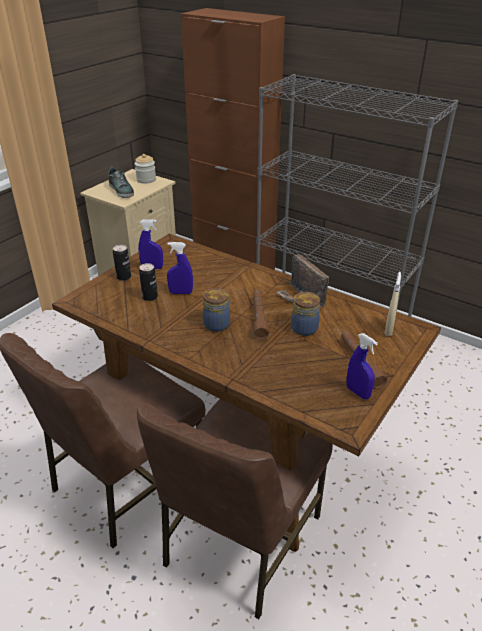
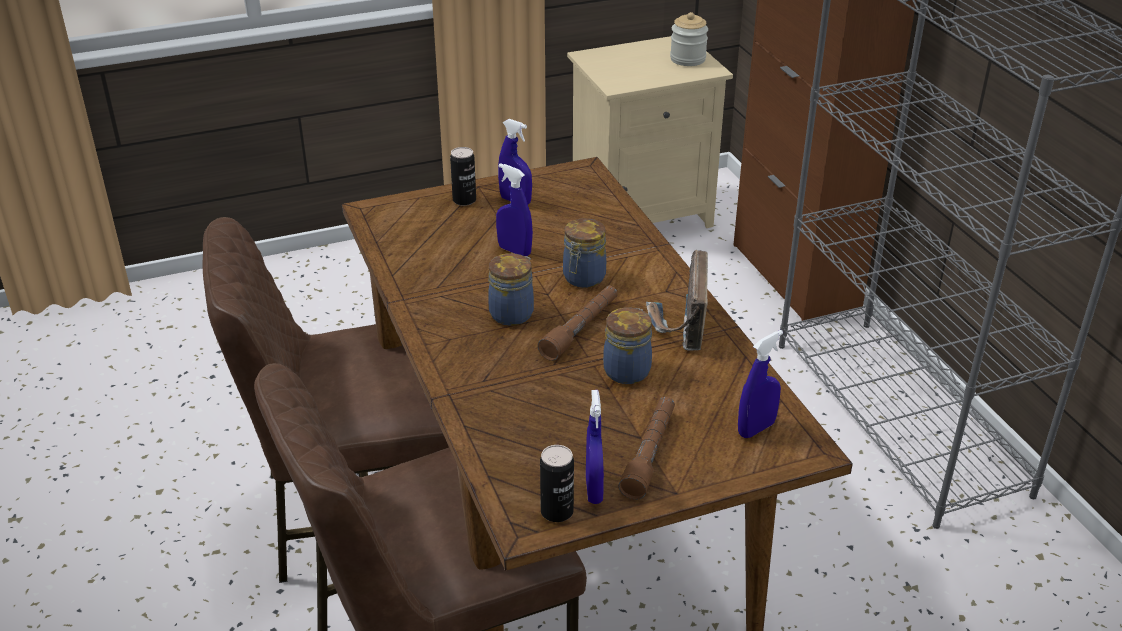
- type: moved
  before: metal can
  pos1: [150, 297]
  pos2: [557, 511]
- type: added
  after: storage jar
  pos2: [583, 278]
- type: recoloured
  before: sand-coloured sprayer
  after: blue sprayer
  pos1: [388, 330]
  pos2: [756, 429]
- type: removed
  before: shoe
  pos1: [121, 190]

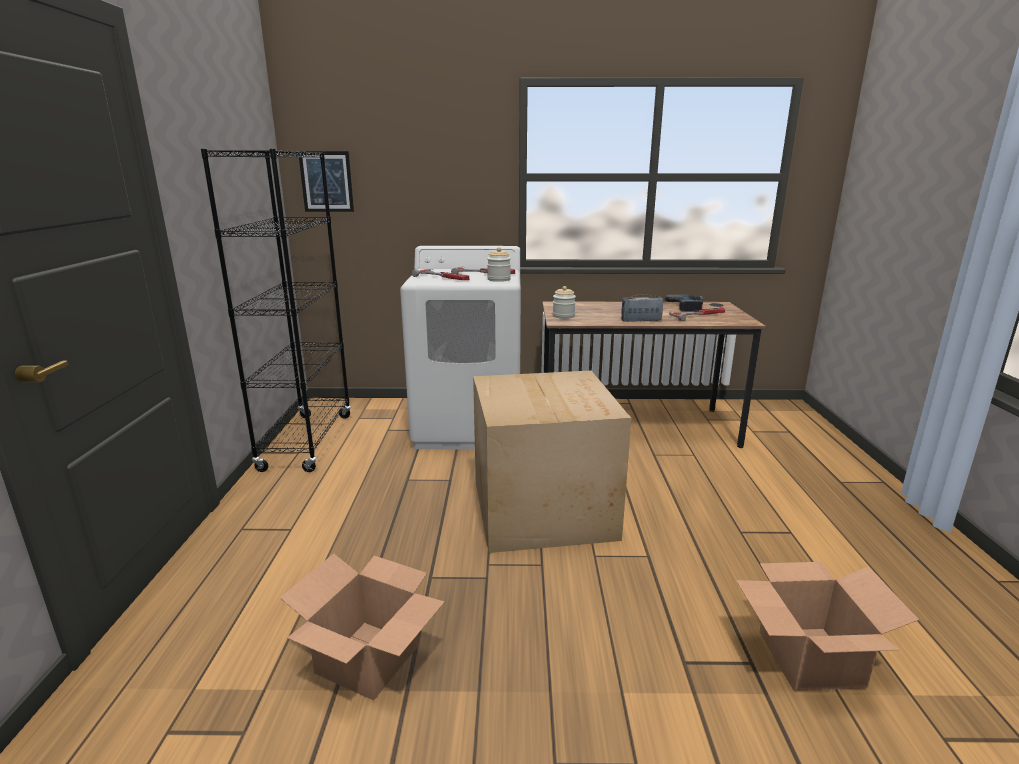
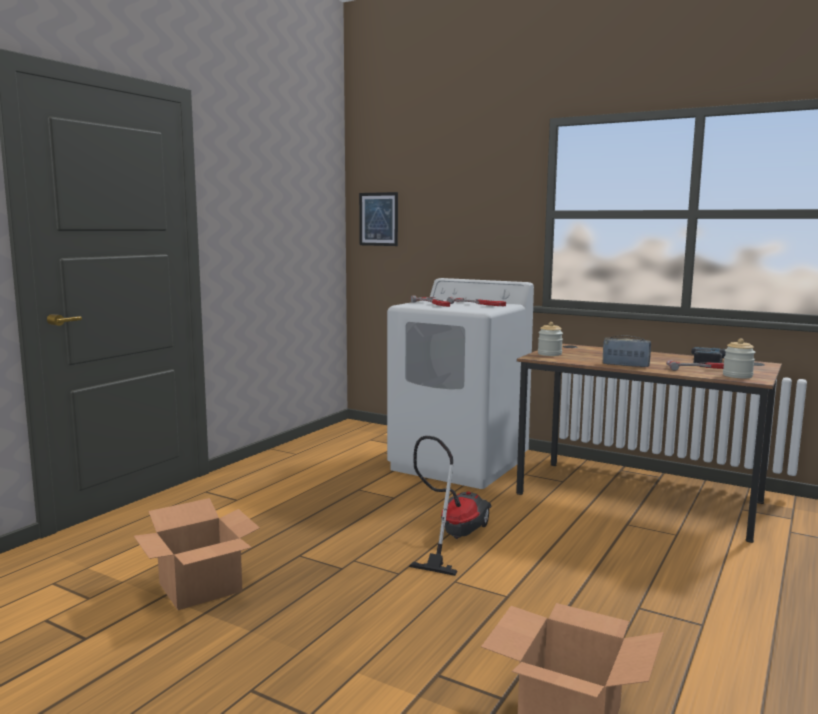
- type: replaced
  before: carton
  after: hoover
  pos1: [544, 508]
  pos2: [452, 537]
- type: moved
  before: storage jar
  pos1: [499, 279]
  pos2: [737, 376]
- type: removed
  before: black-coloured bookshelf
  pos1: [307, 442]

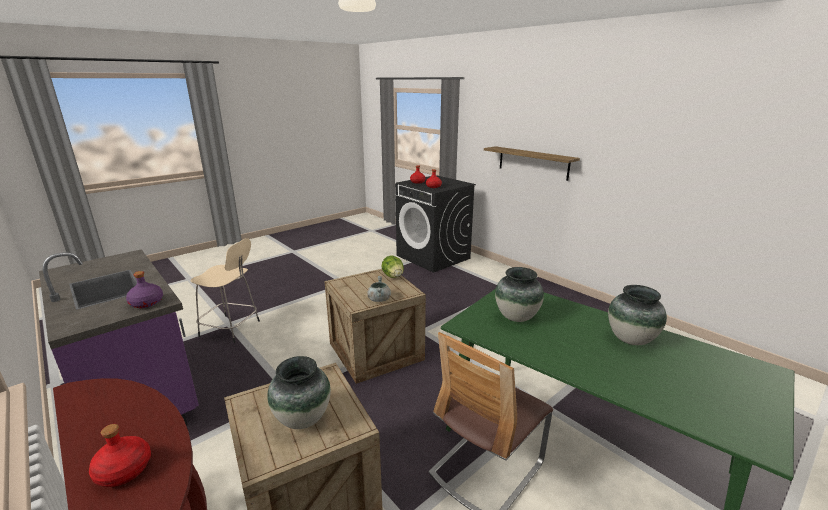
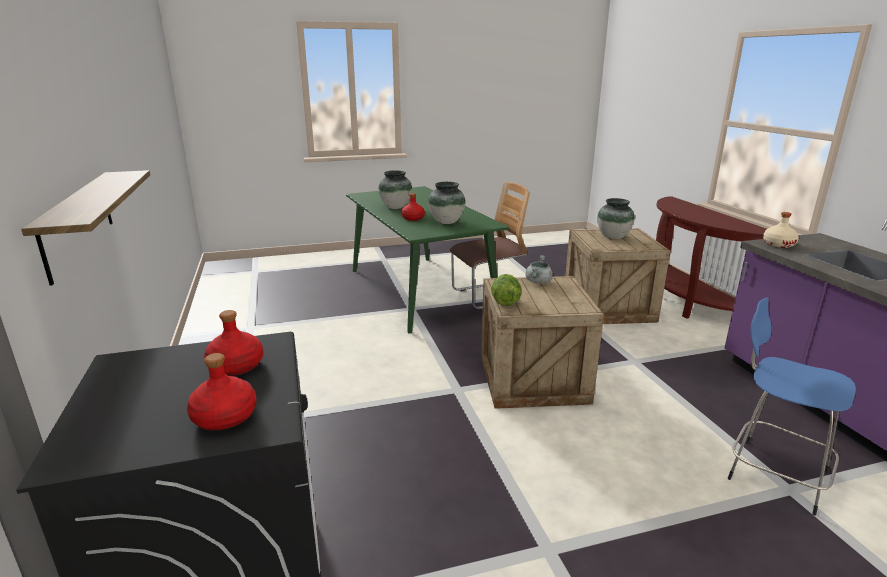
- type: moved
  before: red drink bottle
  pos1: [125, 470]
  pos2: [413, 218]
- type: recoloured
  before: sand-coloured stool
  after: blue stool
  pos1: [231, 329]
  pos2: [773, 473]
- type: recoloured
  before: purple drink bottle
  after: sand-coloured drink bottle
  pos1: [146, 303]
  pos2: [778, 244]

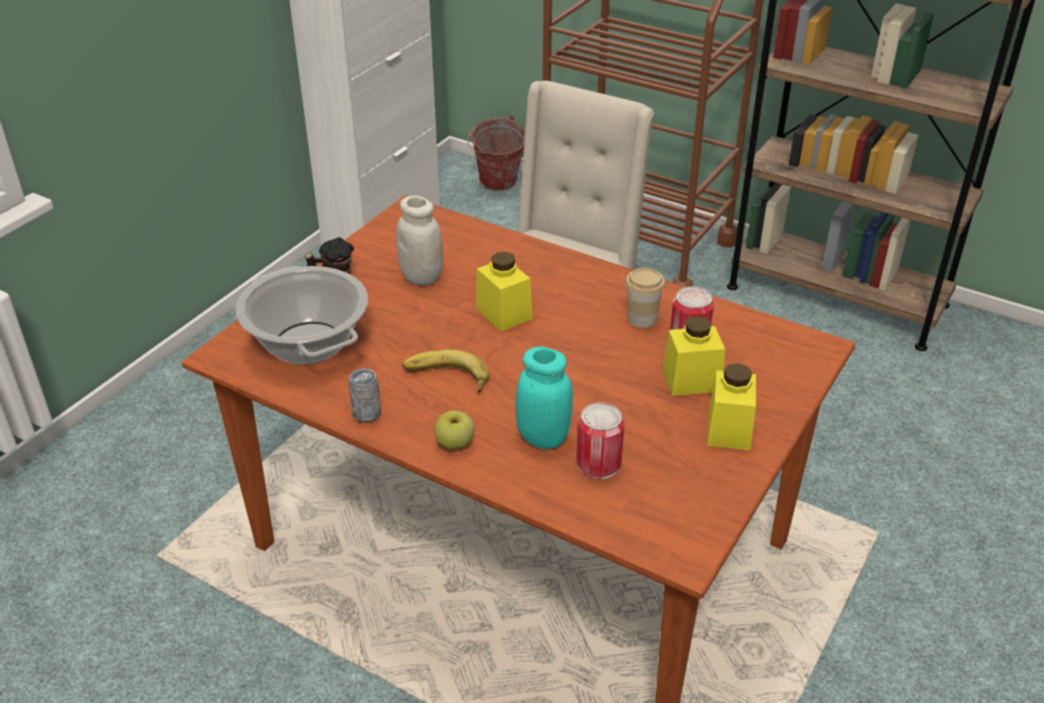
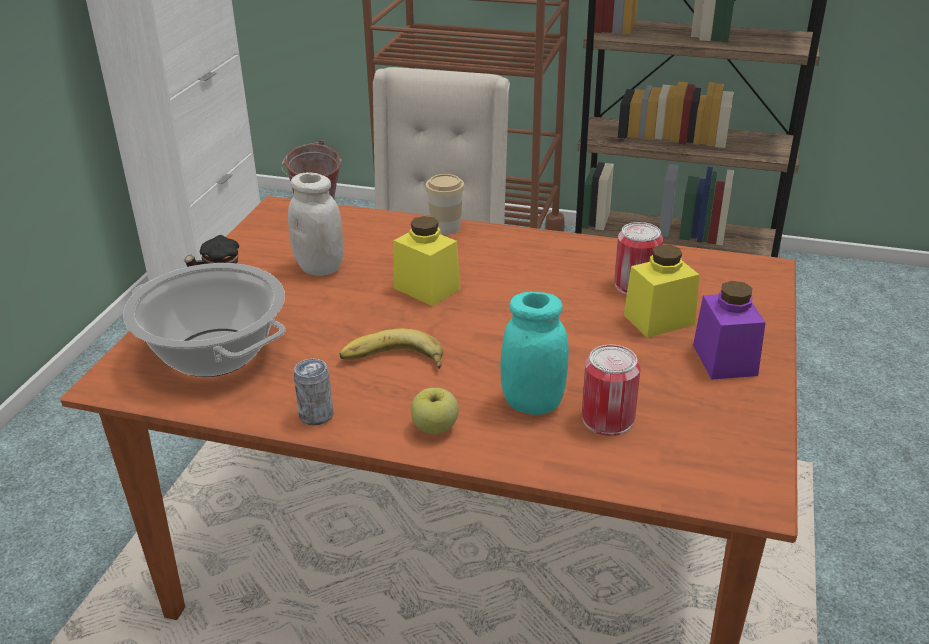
- type: moved
  before: small cup
  pos1: [642, 319]
  pos2: [445, 227]
- type: recoloured
  before: yellow storage jar
  after: purple storage jar
  pos1: [729, 430]
  pos2: [724, 360]

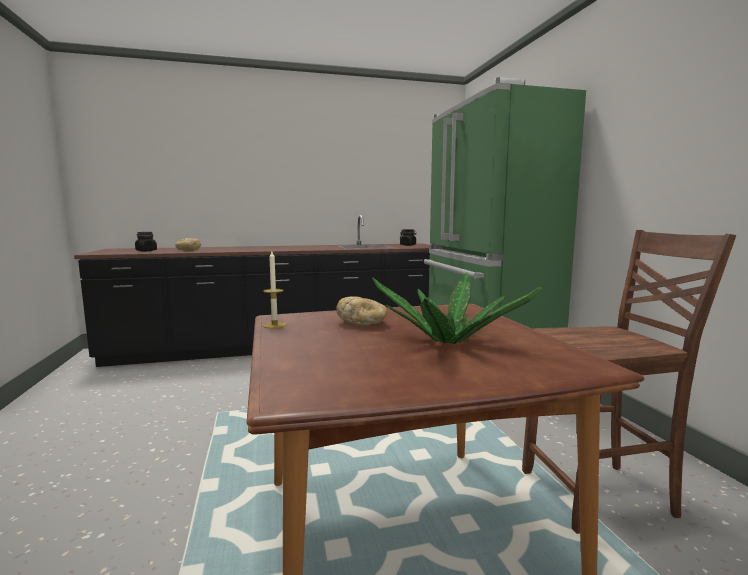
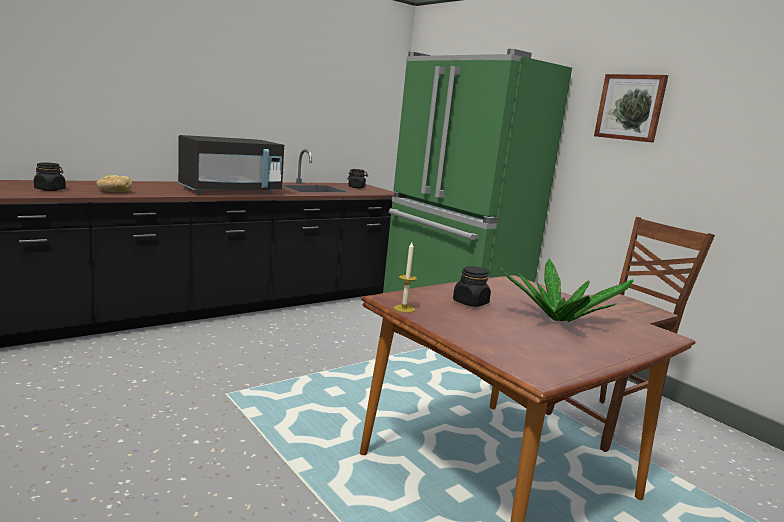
- type: added
  after: black-coloured microwave
  pos2: [231, 191]
- type: replaced
  before: bakery bread
  after: black-coloured storage jar
  pos1: [362, 323]
  pos2: [470, 303]
- type: added
  after: wall art
  pos2: [630, 107]

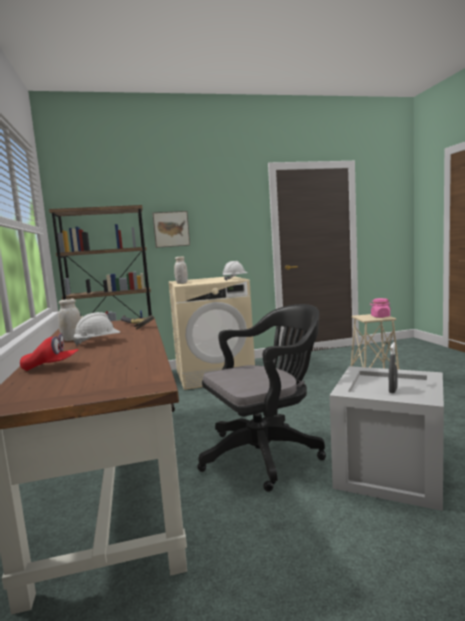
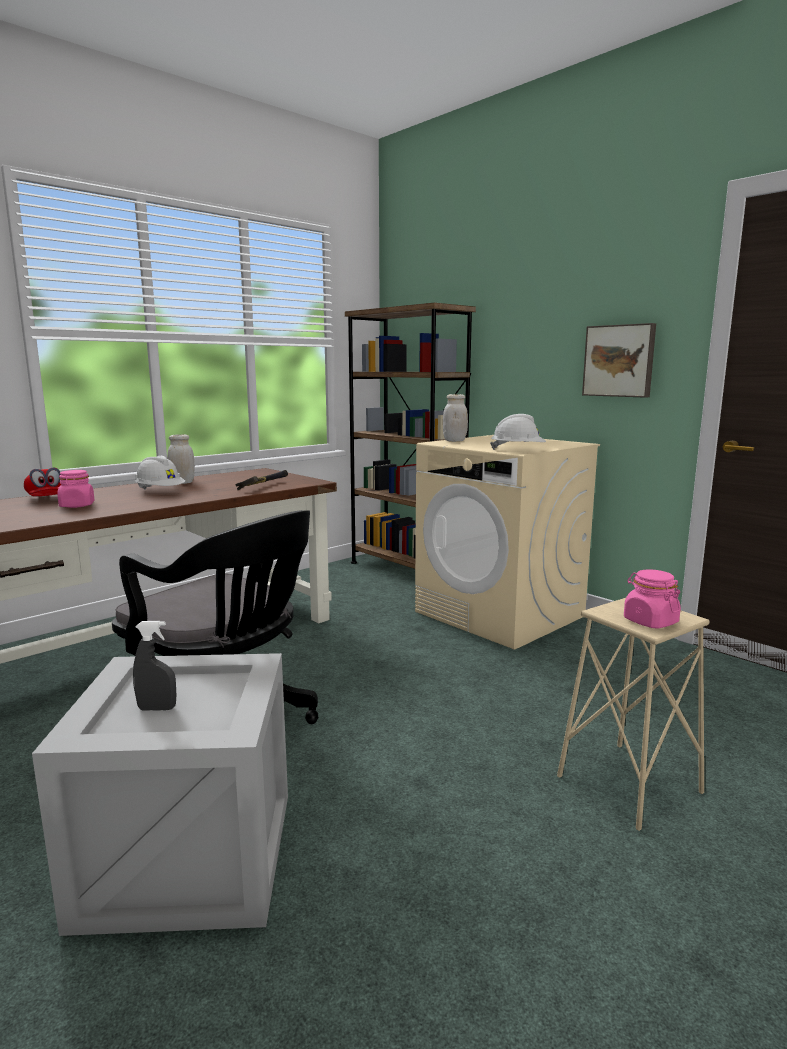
- type: added
  after: pinkish storage jar
  pos2: [77, 505]
- type: moved
  before: wall art
  pos1: [171, 229]
  pos2: [619, 361]

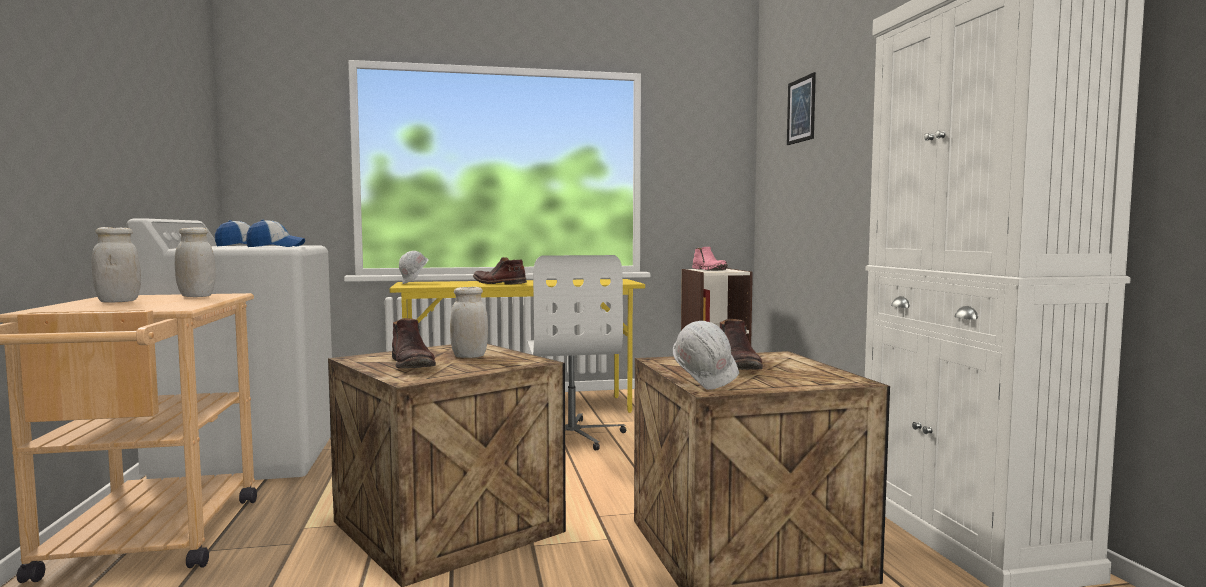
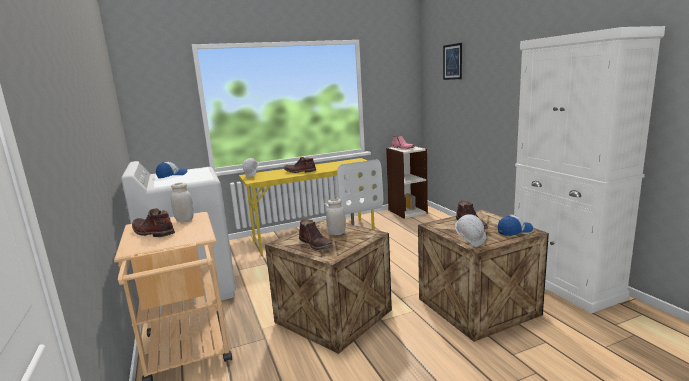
- type: replaced
  before: white storage jar
  after: brownish high-top boot
  pos1: [118, 301]
  pos2: [152, 232]
- type: moved
  before: peaked cap
  pos1: [276, 247]
  pos2: [514, 231]

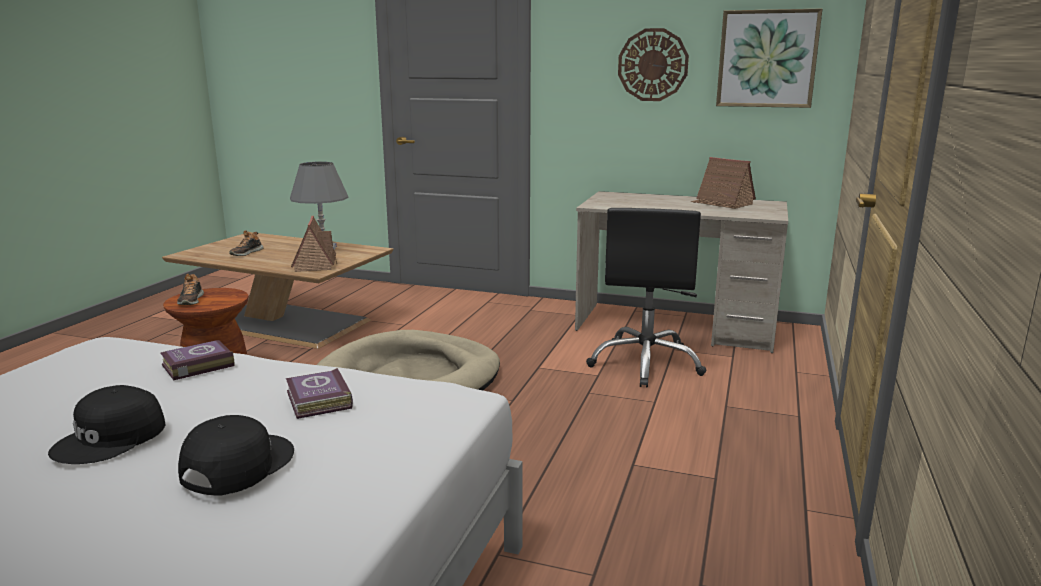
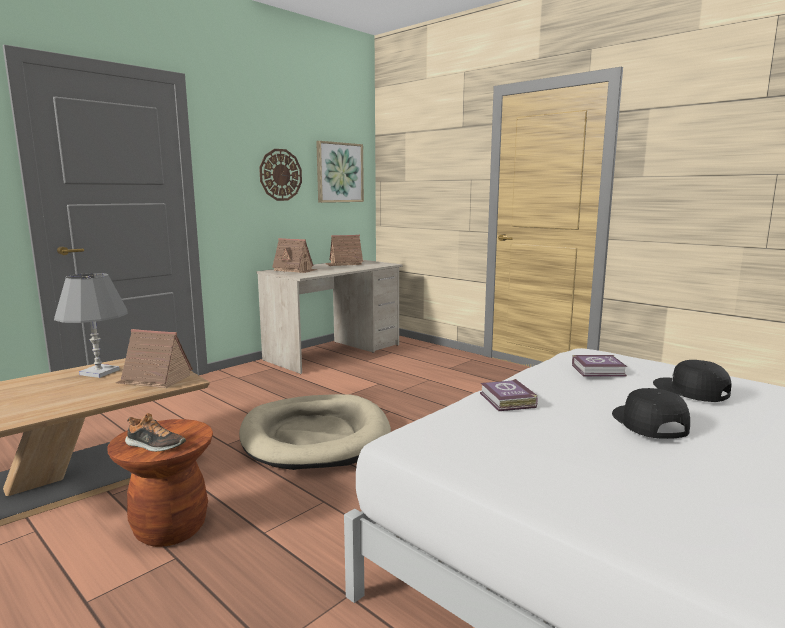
- type: added
  after: model house
  pos2: [295, 270]
- type: turned
  before: black-coloured peaked cap
  pos1: [111, 438]
  pos2: [648, 422]
  turn: -150
- type: removed
  before: shoe
  pos1: [246, 253]
- type: removed
  before: black-coloured office chair
  pos1: [646, 363]

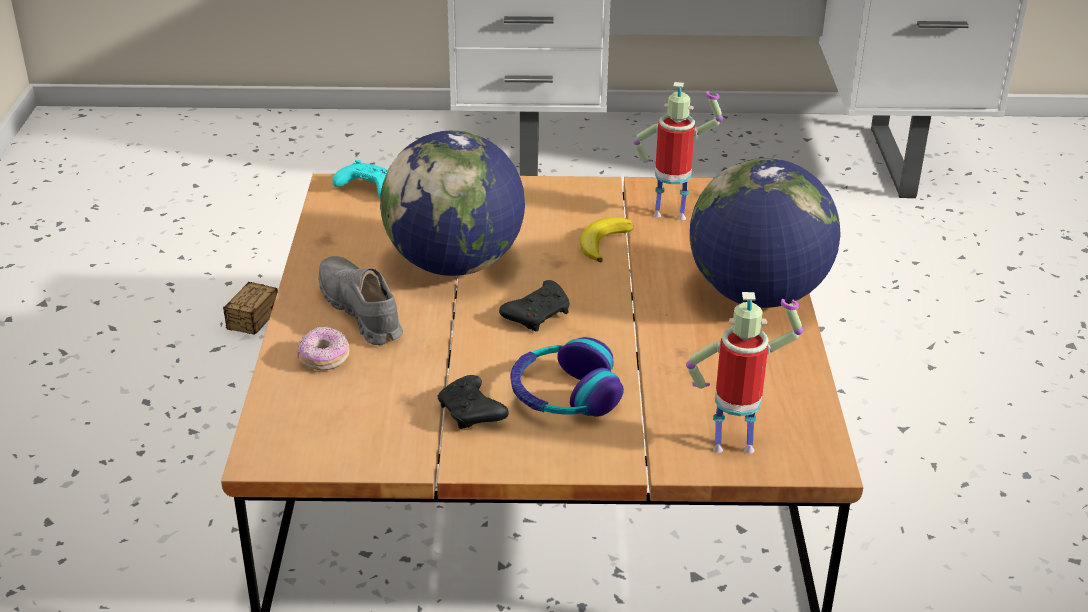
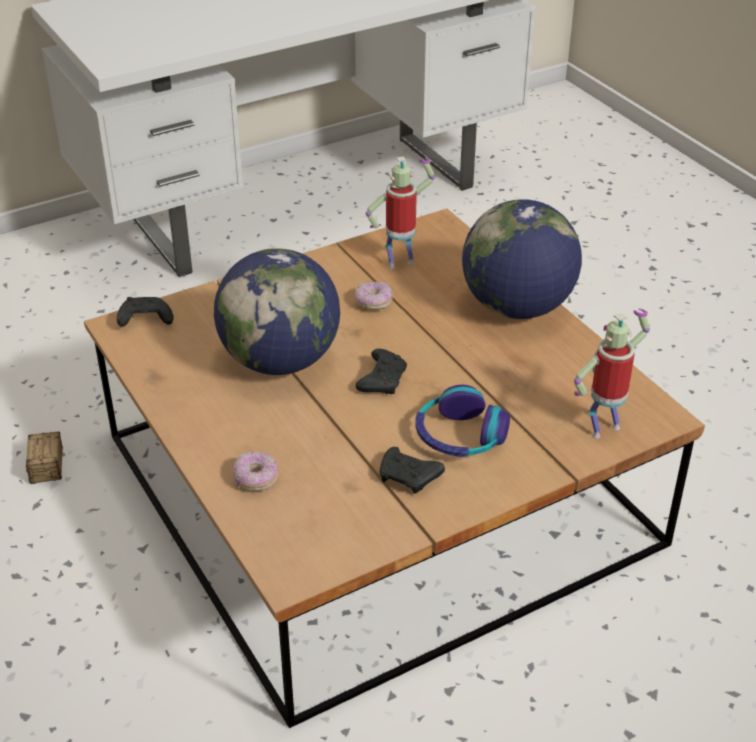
- type: recoloured
  before: turquoise-coloured gamepad
  after: black-coloured gamepad
  pos1: [366, 189]
  pos2: [144, 320]
- type: replaced
  before: banana
  after: donut
  pos1: [603, 243]
  pos2: [373, 303]
- type: removed
  before: grey shoe
  pos1: [360, 311]

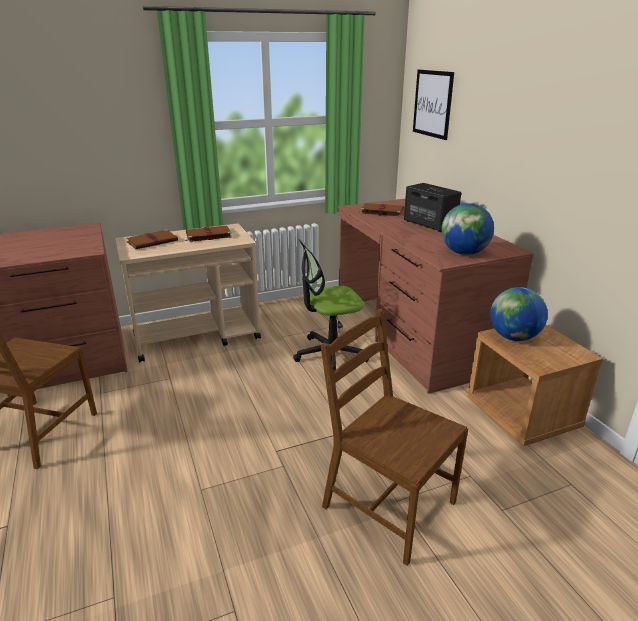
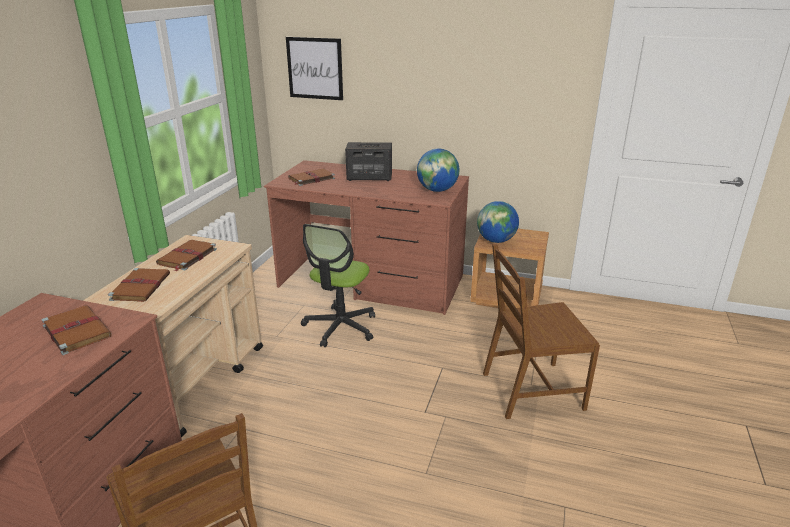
- type: added
  after: brownish bound book
  pos2: [76, 331]

